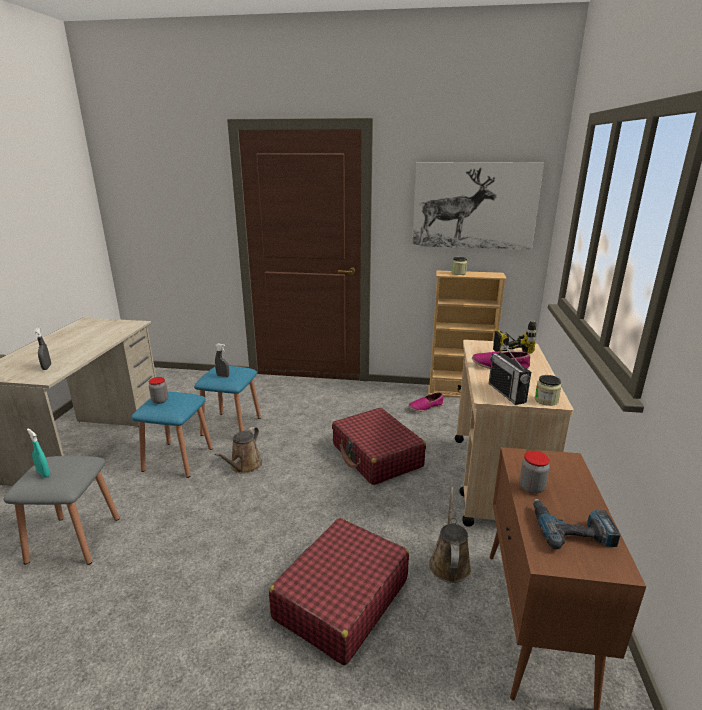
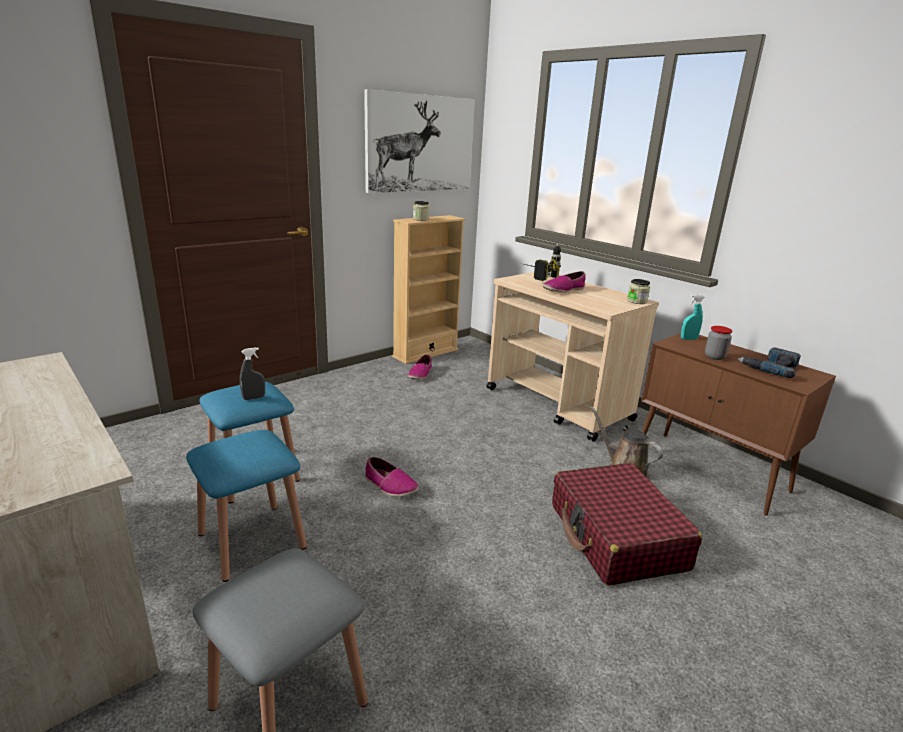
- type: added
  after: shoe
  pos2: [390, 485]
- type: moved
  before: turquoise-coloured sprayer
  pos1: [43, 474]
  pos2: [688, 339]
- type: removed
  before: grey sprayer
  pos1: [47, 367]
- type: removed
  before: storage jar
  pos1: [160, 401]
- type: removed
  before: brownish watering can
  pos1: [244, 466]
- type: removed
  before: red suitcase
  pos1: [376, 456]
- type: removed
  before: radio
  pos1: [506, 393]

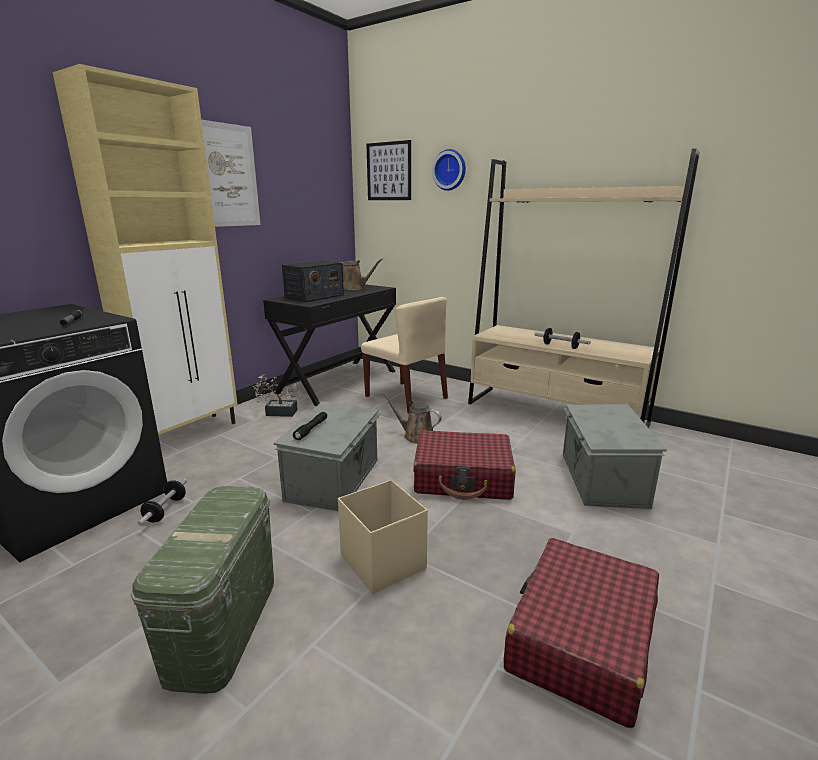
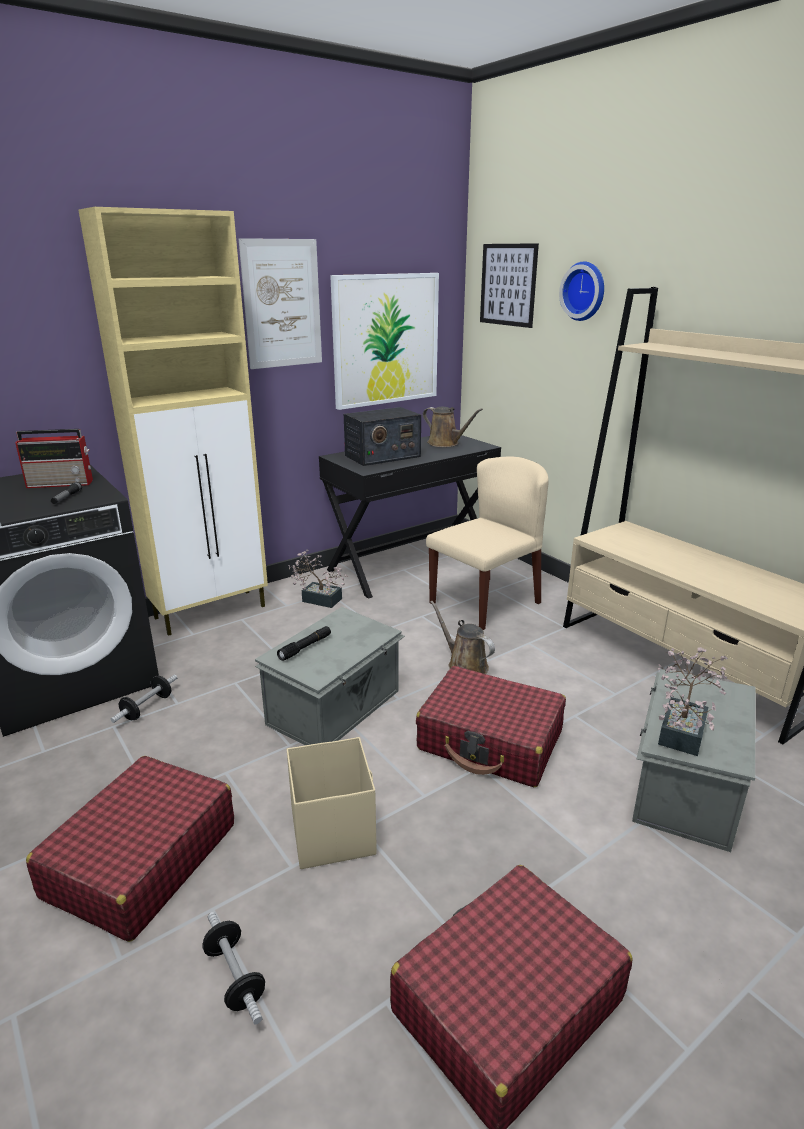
- type: added
  after: radio
  pos2: [62, 483]
- type: replaced
  before: green-coloured storage container
  after: red suitcase
  pos1: [224, 626]
  pos2: [141, 860]
- type: moved
  before: hand weight
  pos1: [560, 346]
  pos2: [235, 977]
- type: added
  after: wall art
  pos2: [386, 340]
- type: turned
  before: sand-coloured plain chair
  pos1: [406, 397]
  pos2: [485, 602]
  turn: -105
- type: added
  after: potted plant
  pos2: [683, 729]

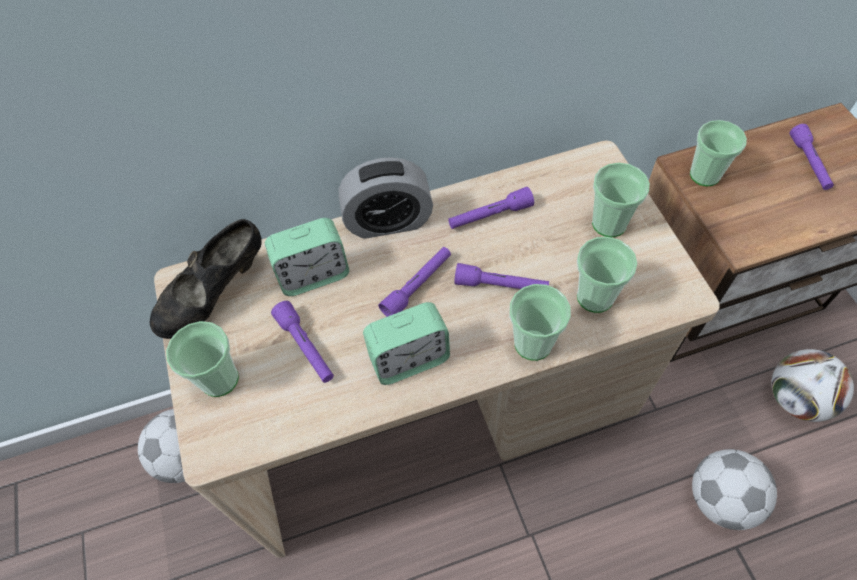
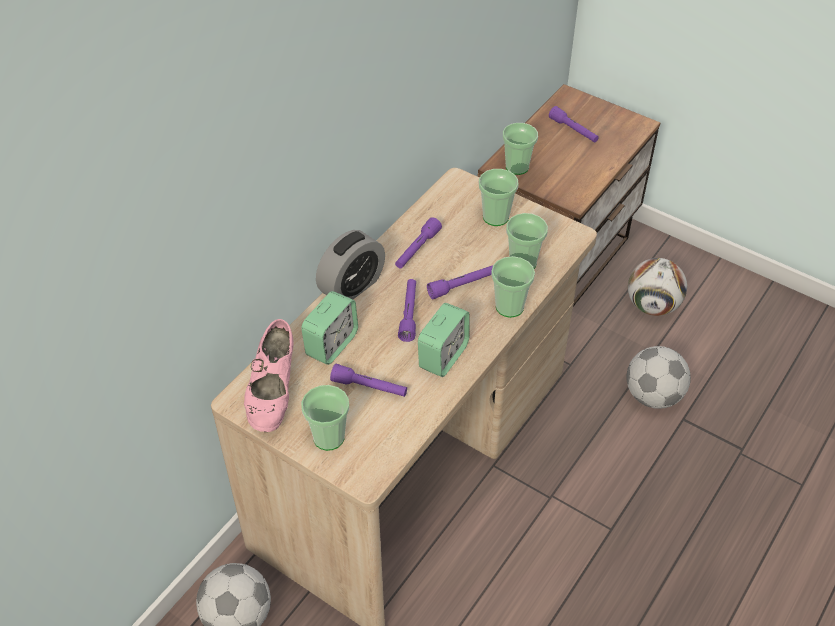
- type: recoloured
  before: black-coloured shoe
  after: pinkish shoe
  pos1: [215, 295]
  pos2: [273, 394]

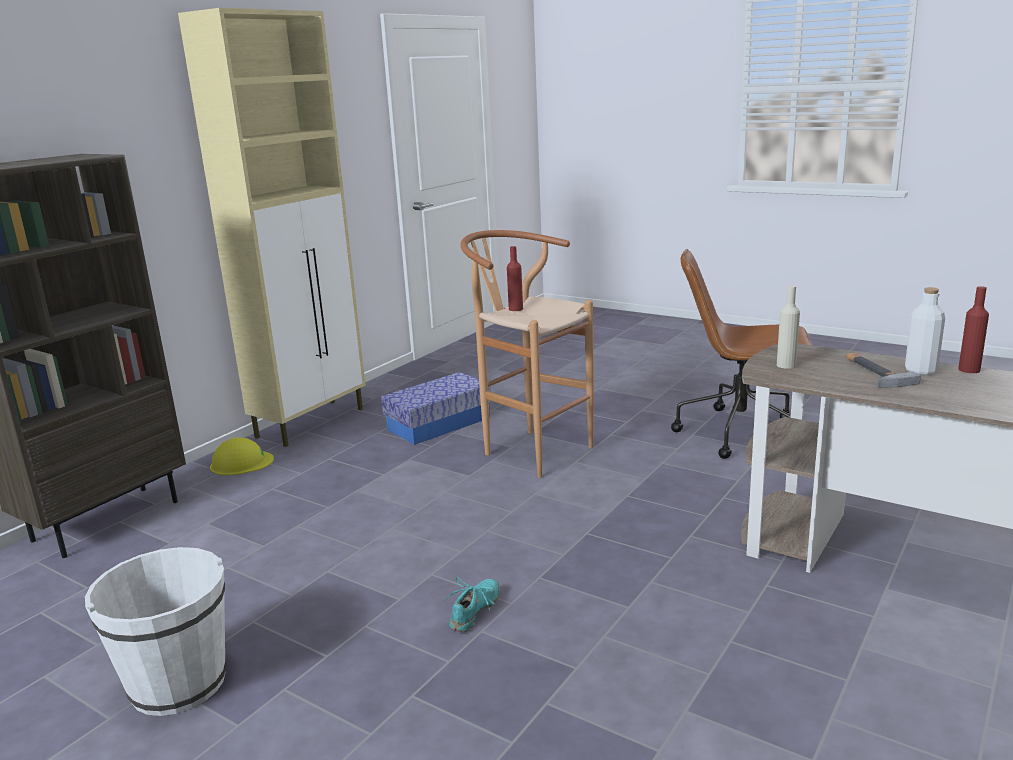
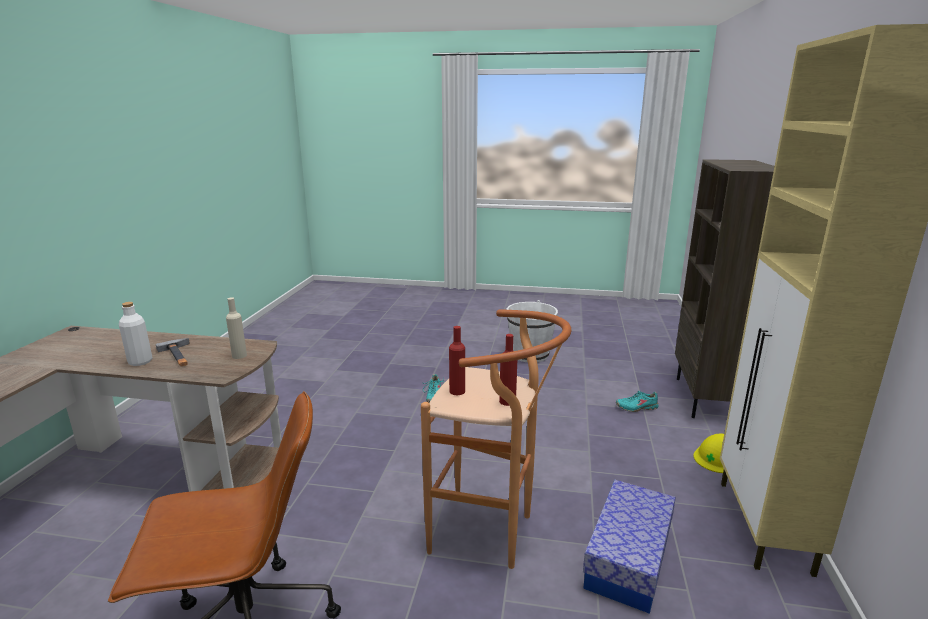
- type: moved
  before: red drink bottle
  pos1: [969, 370]
  pos2: [457, 391]
- type: added
  after: turquoise-coloured shoe
  pos2: [636, 407]

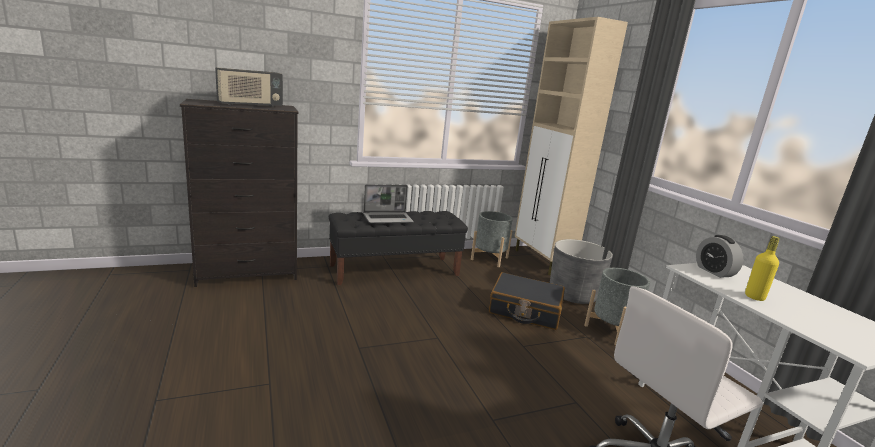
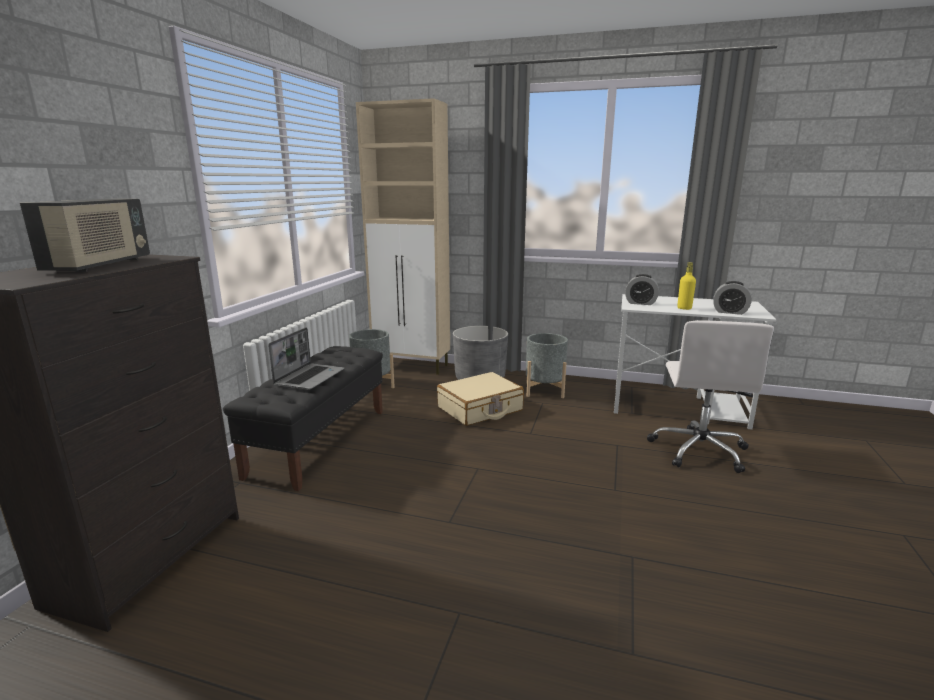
- type: recoloured
  before: black-coloured suitcase
  after: sand-coloured suitcase
  pos1: [525, 310]
  pos2: [480, 409]
- type: added
  after: table clock
  pos2: [730, 312]

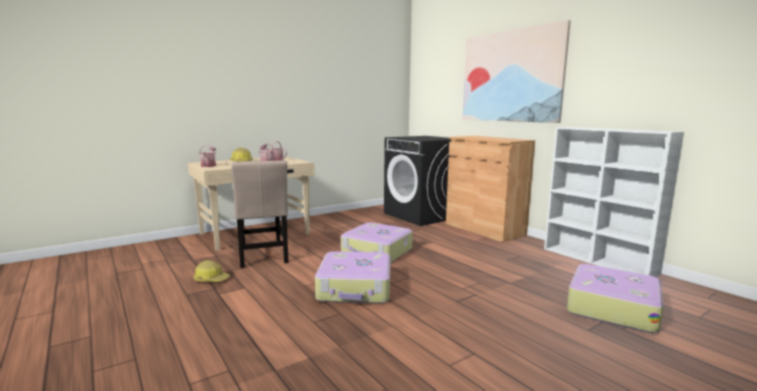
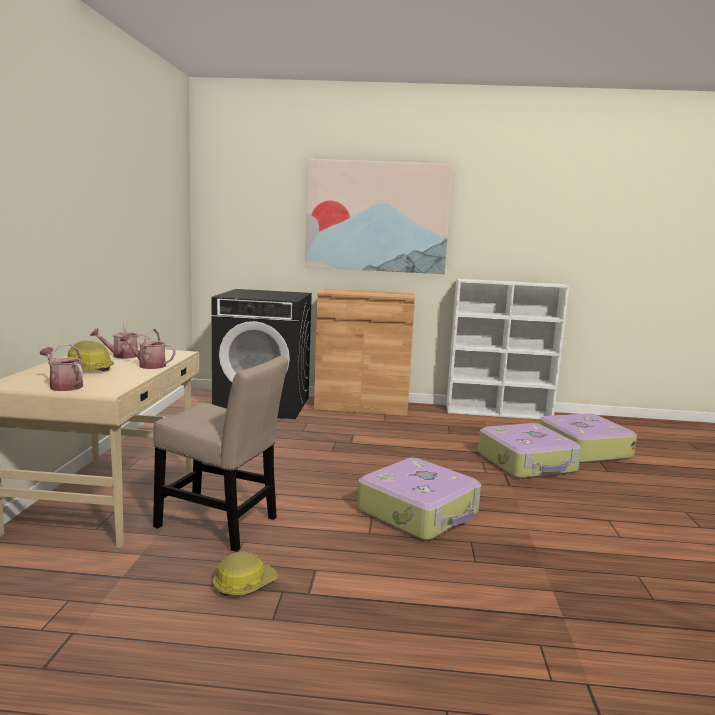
- type: moved
  before: suitcase
  pos1: [377, 252]
  pos2: [527, 463]

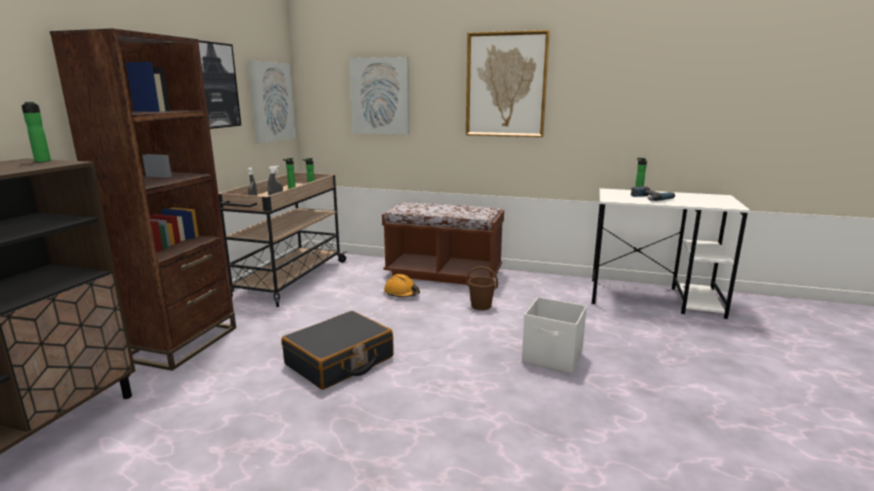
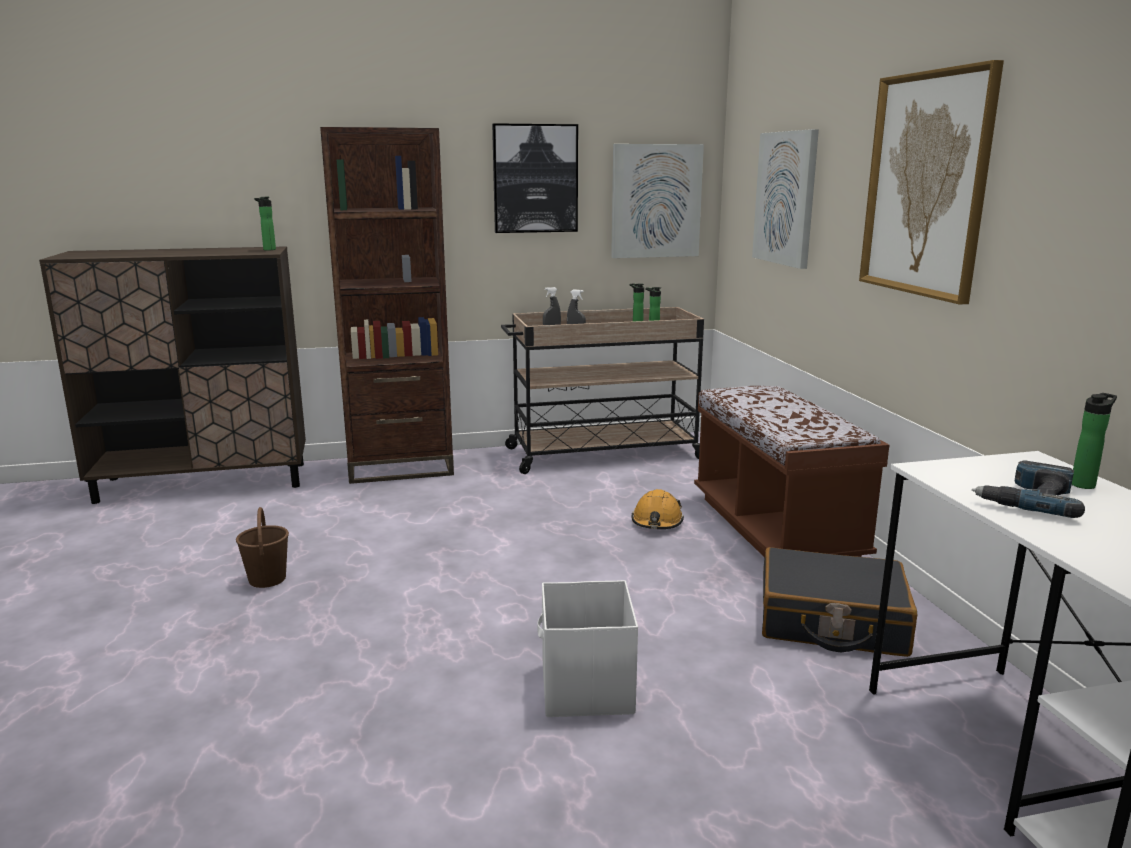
- type: moved
  before: brownish water bucket
  pos1: [481, 306]
  pos2: [267, 579]
- type: moved
  before: black-coloured suitcase
  pos1: [340, 361]
  pos2: [831, 621]

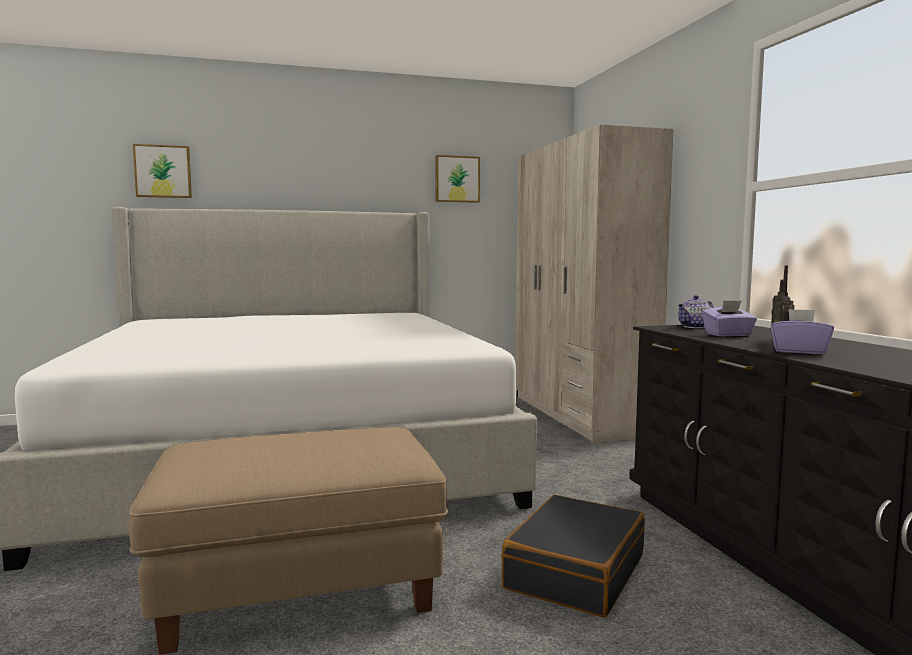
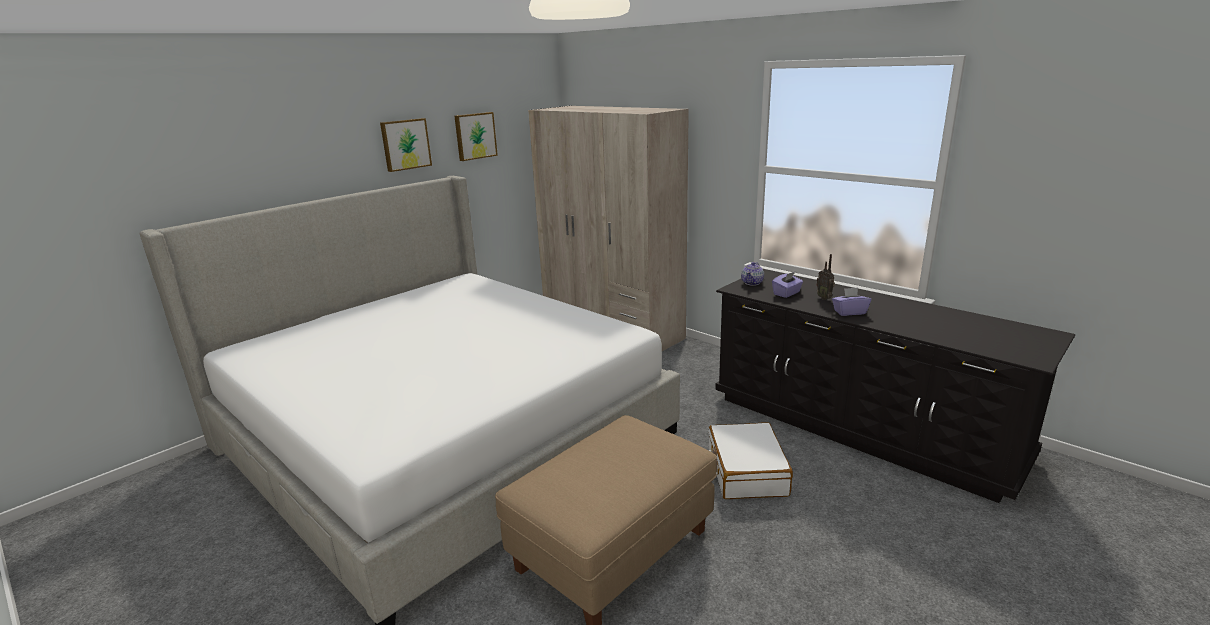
- type: moved
  before: wall art
  pos1: [163, 171]
  pos2: [405, 144]
- type: recoloured
  before: black-coloured suitcase
  after: white suitcase
  pos1: [574, 572]
  pos2: [746, 472]

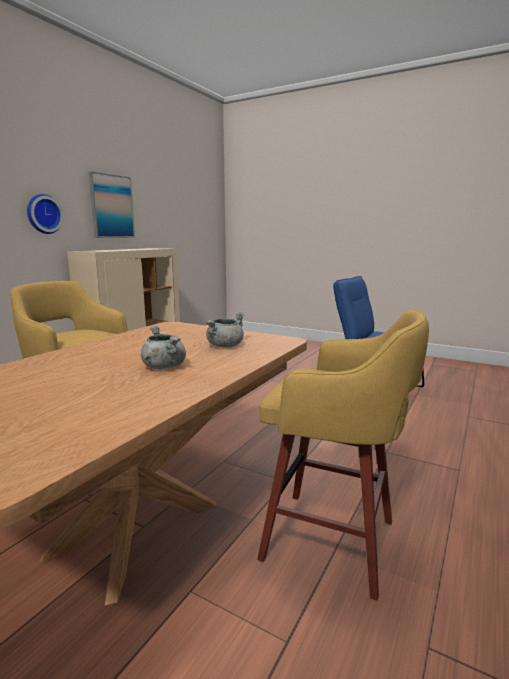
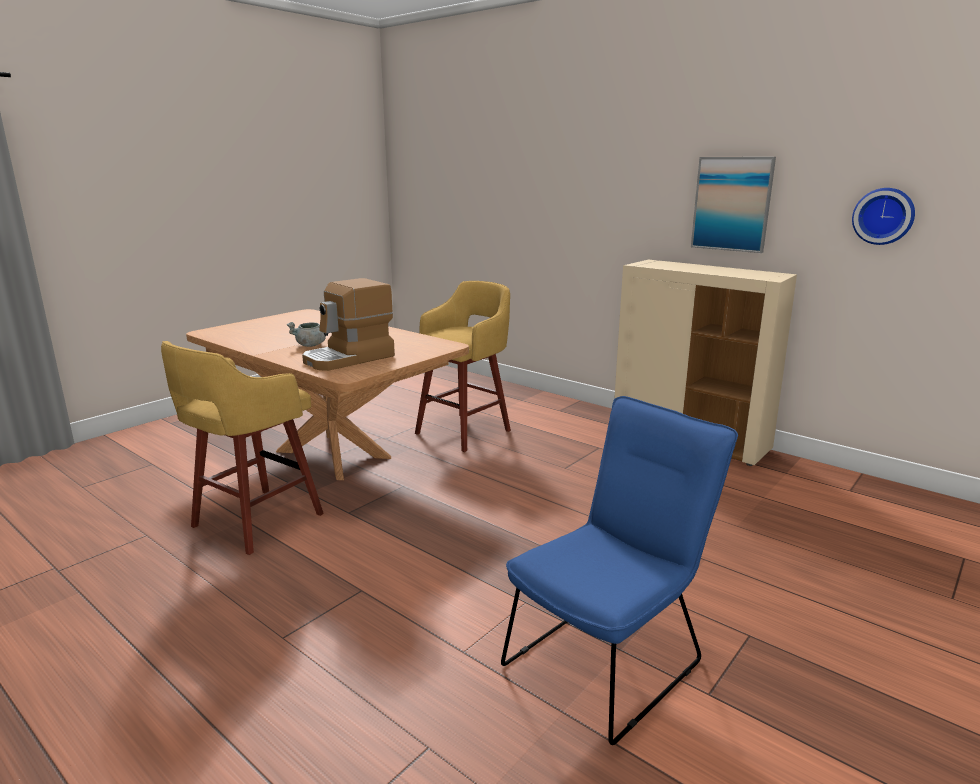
- type: replaced
  before: grey stockpot
  after: coffee maker
  pos1: [225, 345]
  pos2: [349, 358]
- type: moved
  before: wall clock
  pos1: [43, 214]
  pos2: [883, 216]

